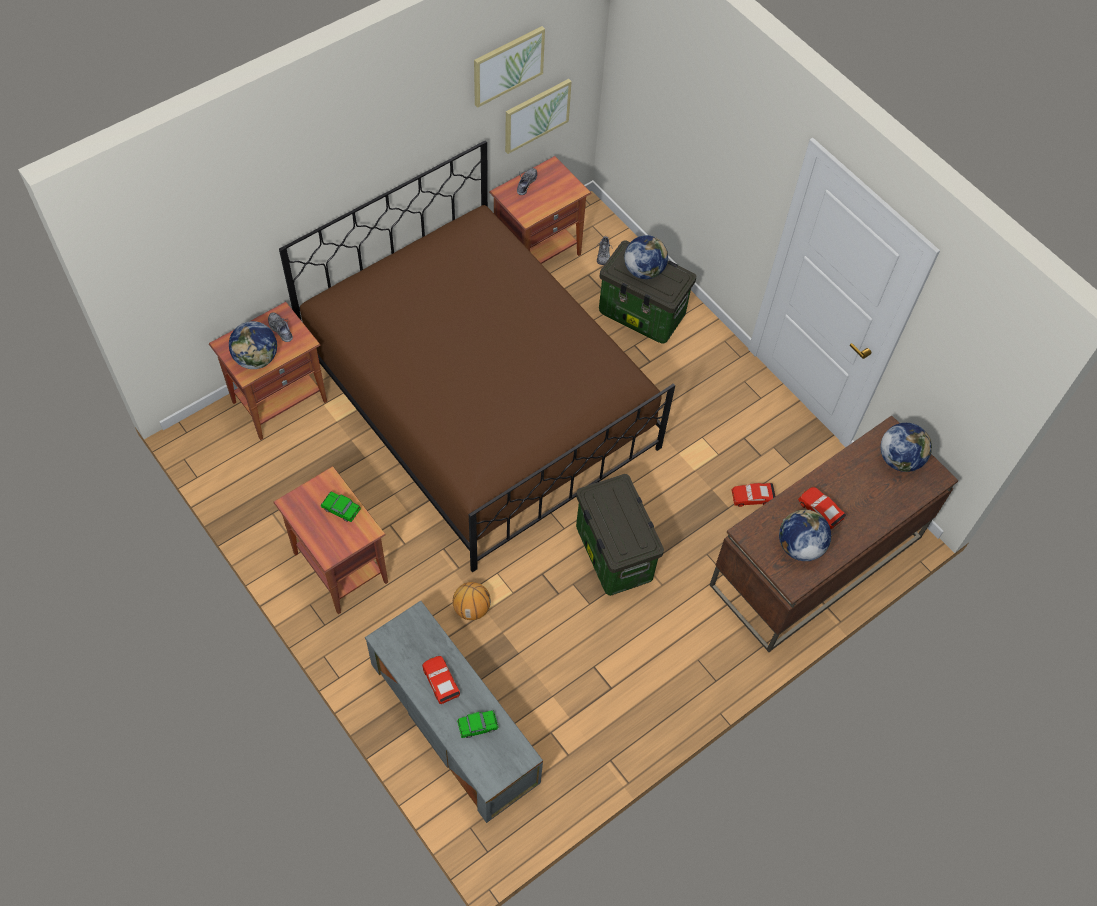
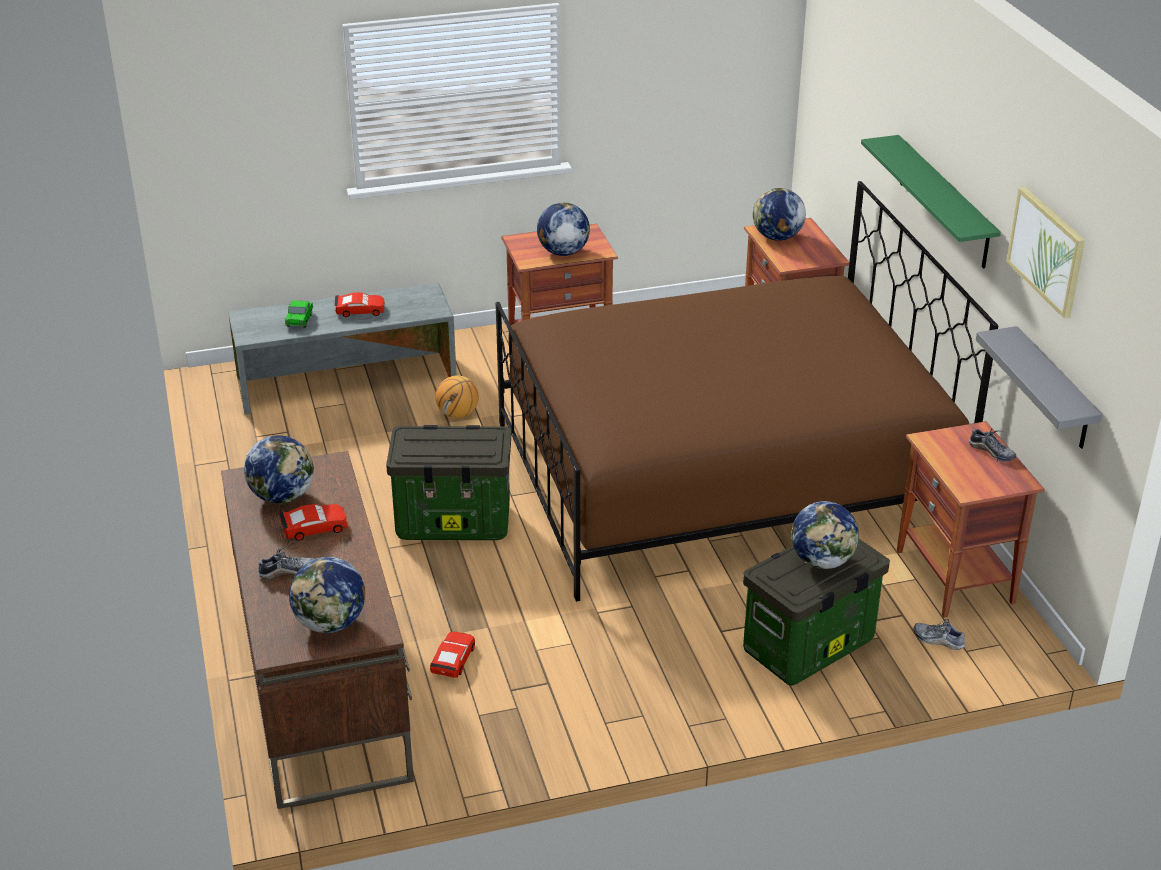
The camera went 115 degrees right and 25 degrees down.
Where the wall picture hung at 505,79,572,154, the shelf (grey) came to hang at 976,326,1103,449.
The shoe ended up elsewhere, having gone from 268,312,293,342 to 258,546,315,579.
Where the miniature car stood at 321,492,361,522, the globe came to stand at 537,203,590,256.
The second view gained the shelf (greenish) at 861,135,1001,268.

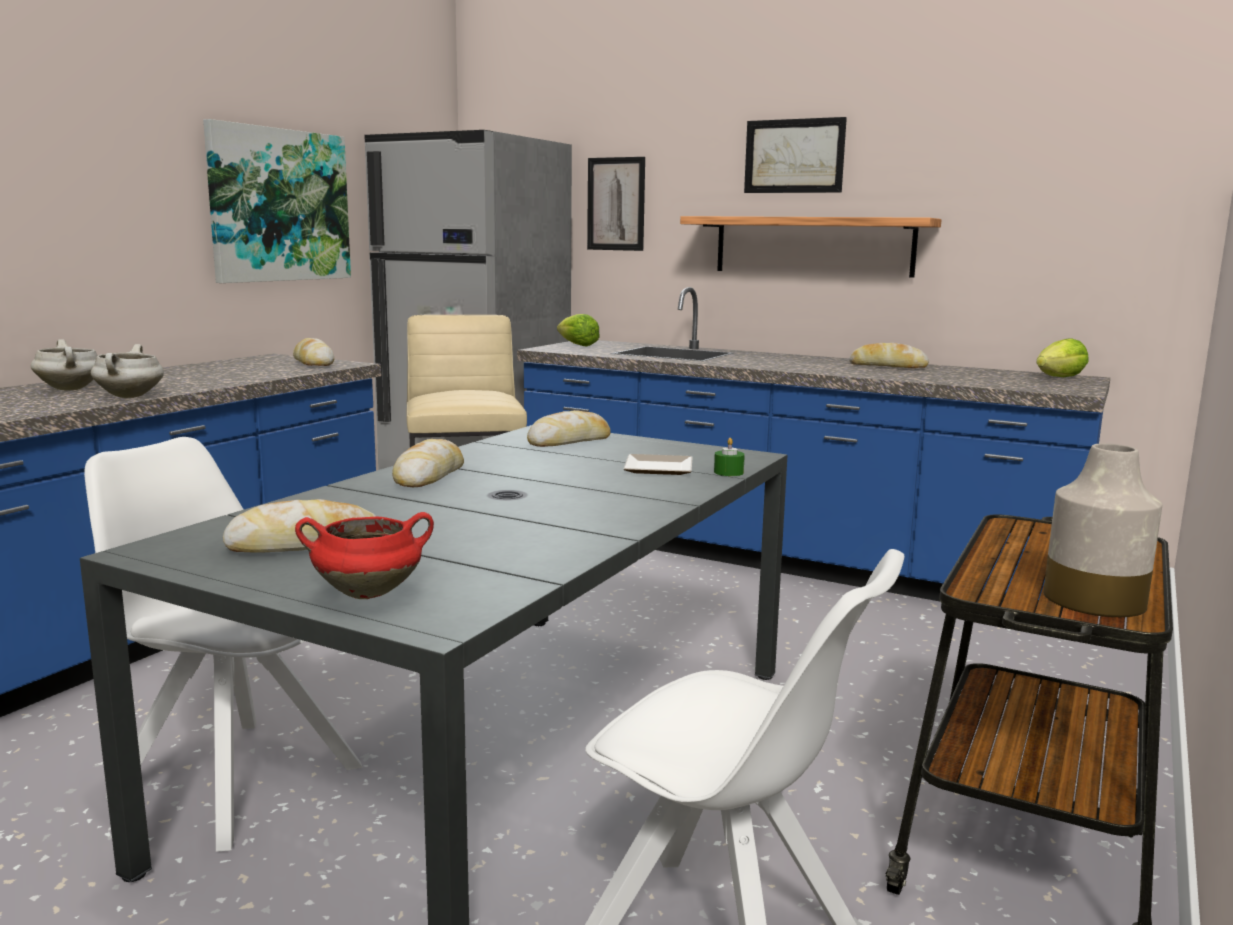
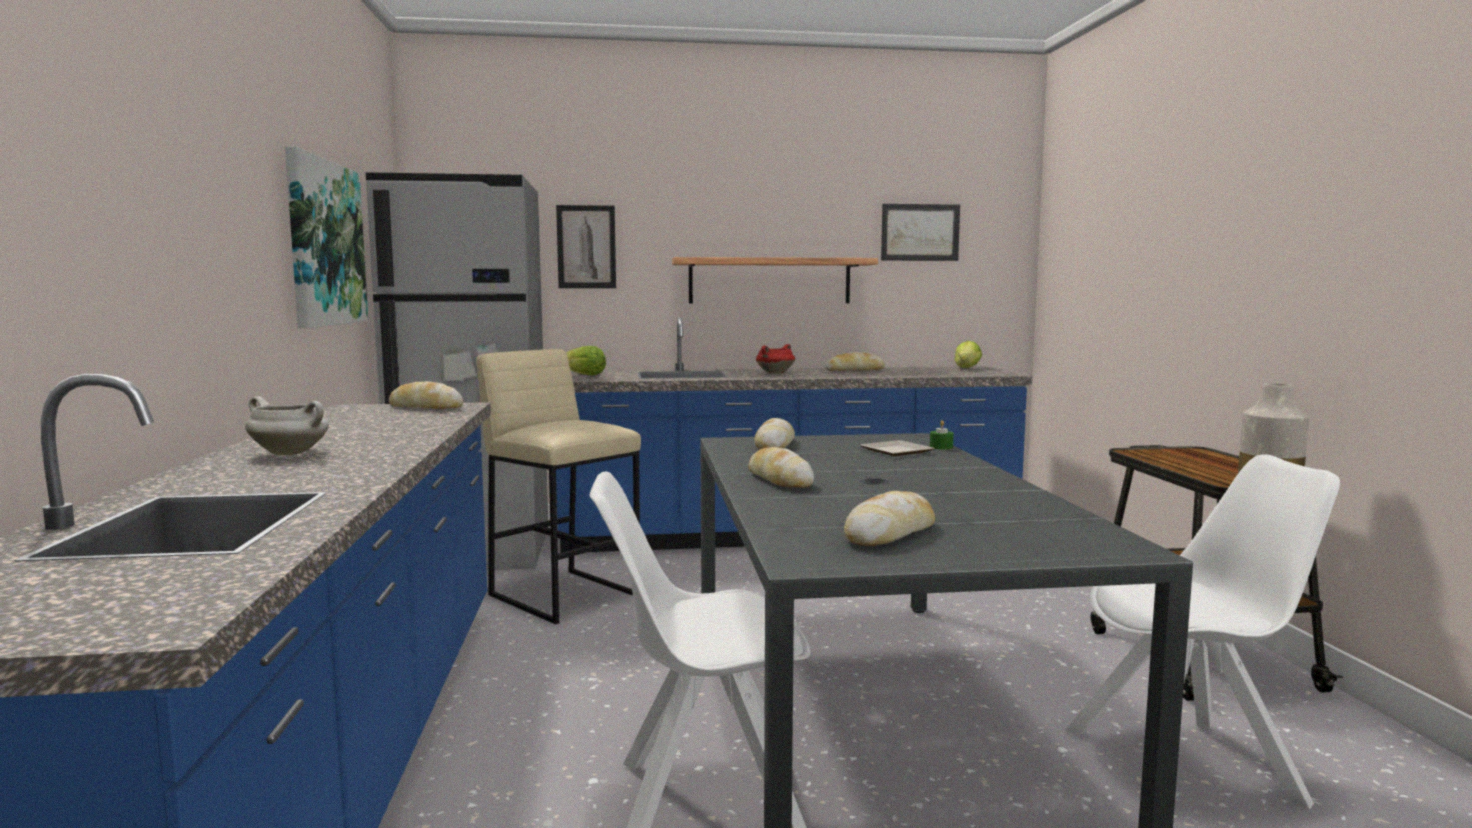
The camera went 35 degrees left and 5 degrees down.
The wall picture ended up elsewhere, having gone from 744,117,847,193 to 881,204,960,261.
The second view lost the saucepot (whitish) at 91,344,164,398.
The saucepot (red) ended up elsewhere, having gone from 295,512,434,599 to 756,344,795,374.

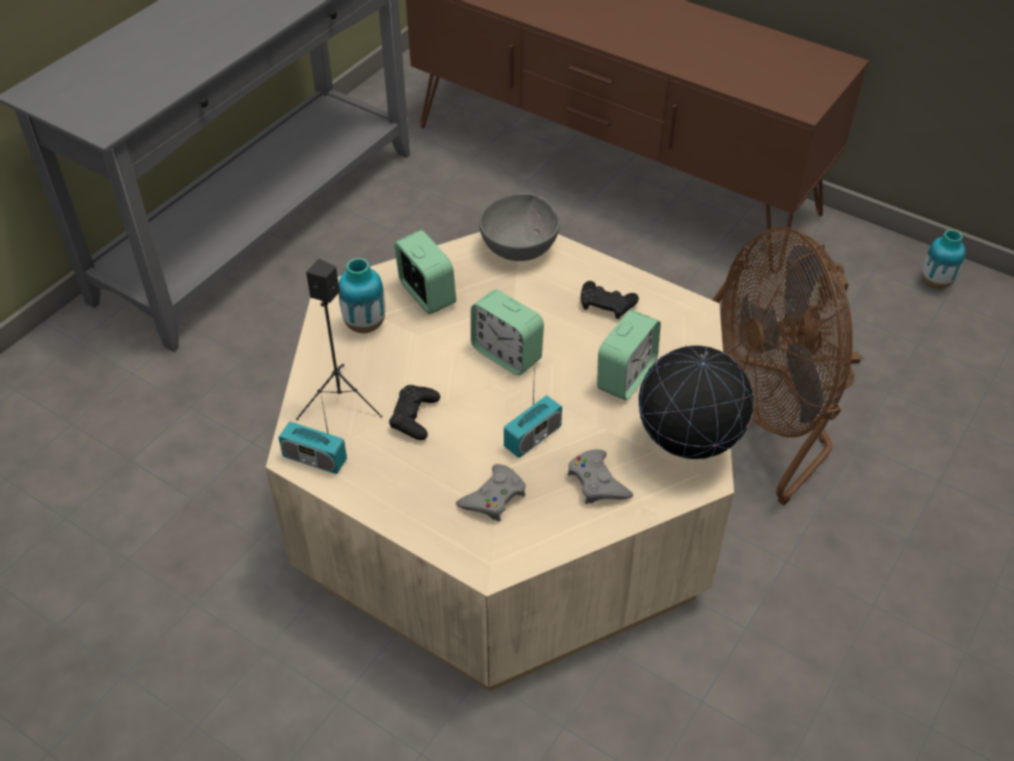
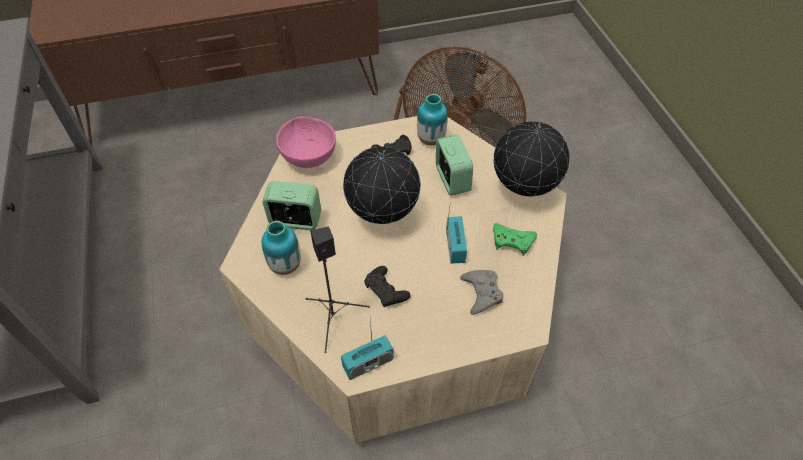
The camera went 50 degrees left and 5 degrees up.
What was the serving bowl (grey) at 479,193,560,261 turned into the serving bowl (pinkish) at 276,117,336,168.
The decorative vase ended up elsewhere, having gone from 922,229,966,289 to 417,94,448,146.
Where the table clock stood at 471,289,544,375, the globe came to stand at 343,146,421,224.
What was the gamepad (grey) at 567,449,633,504 turned into the gamepad (greenish) at 493,223,537,256.

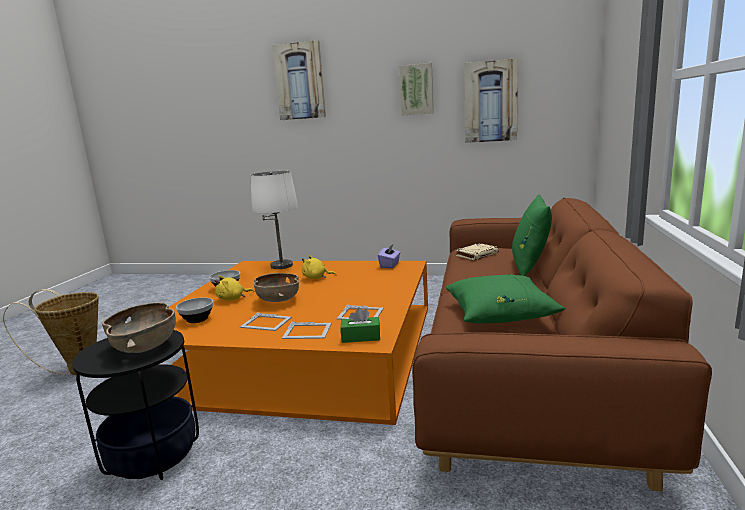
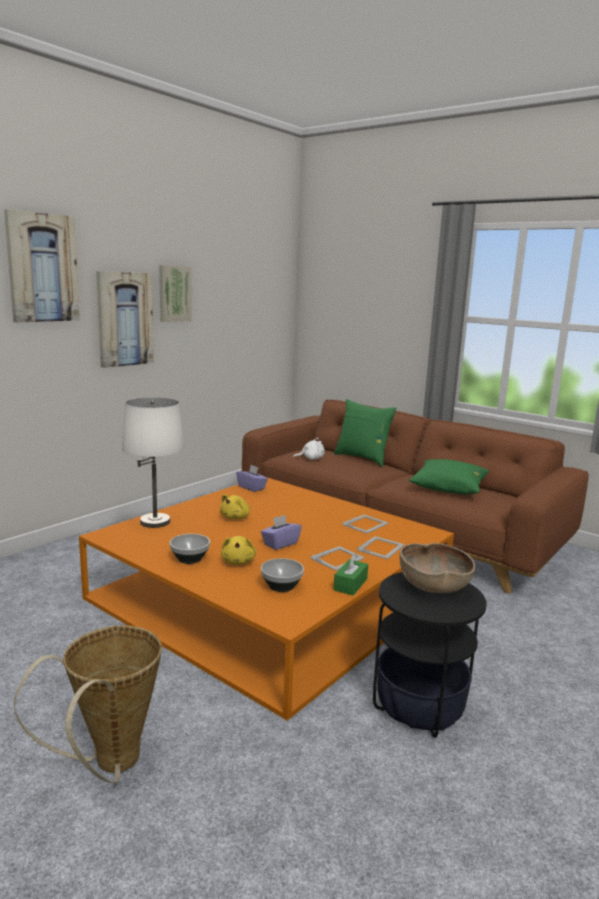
The camera went 65 degrees left and 0 degrees up.
The wall picture ended up elsewhere, having gone from 464,58,518,143 to 96,271,154,368.
Where the bound book (beige) stood at 456,243,499,260, the soft toy (whitish) came to stand at 293,438,325,460.
Where the serving bowl (brown) stood at 254,273,299,302, the box of tissues (purple) came to stand at 261,515,302,550.
The box of tissues (greenish) ended up elsewhere, having gone from 340,307,380,343 to 333,554,368,595.

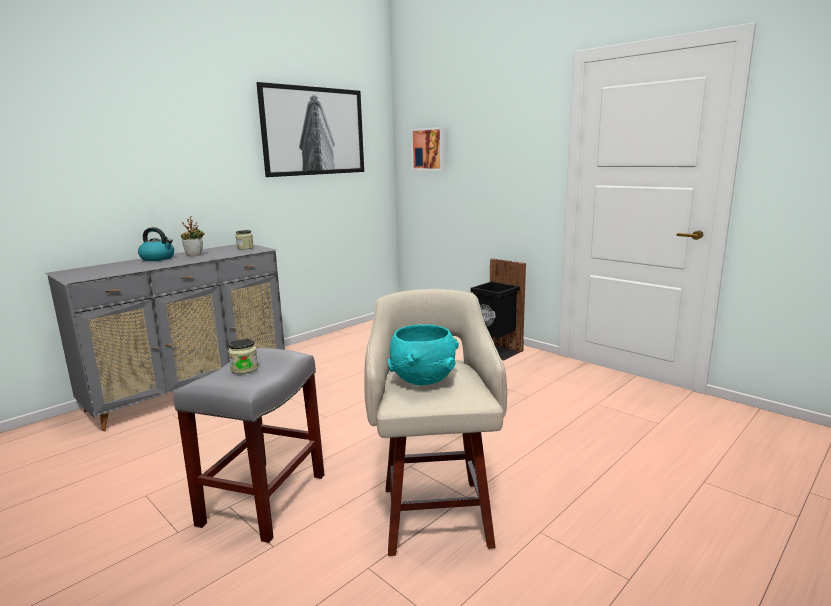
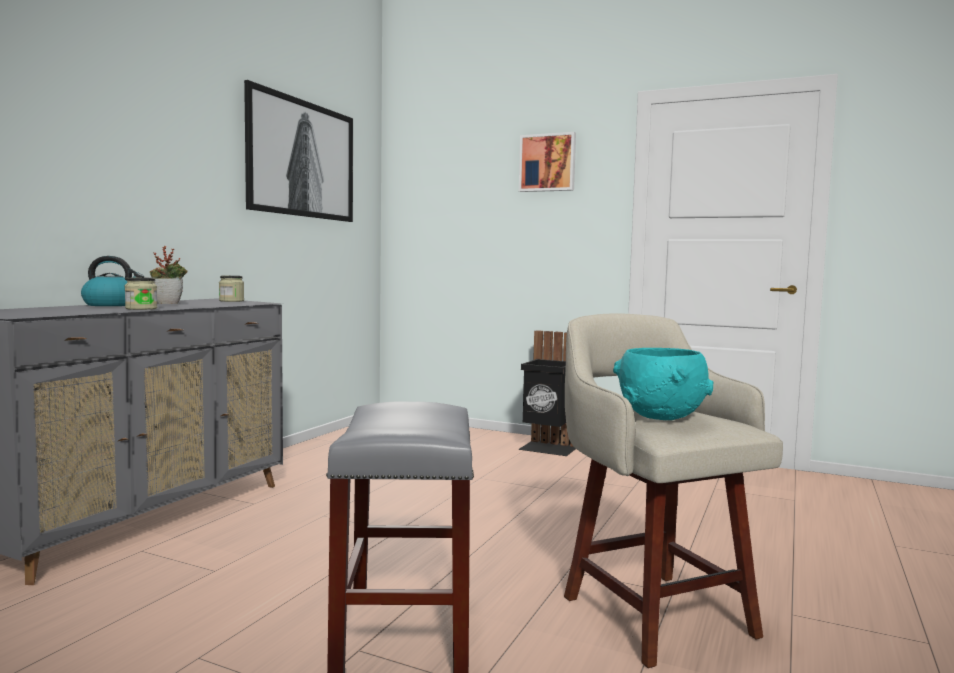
The camera went 20 degrees left and 10 degrees down.
The wall picture ended up elsewhere, having gone from 411,127,445,171 to 519,132,576,192.
The storage jar ended up elsewhere, having gone from 228,339,258,374 to 125,277,157,310.

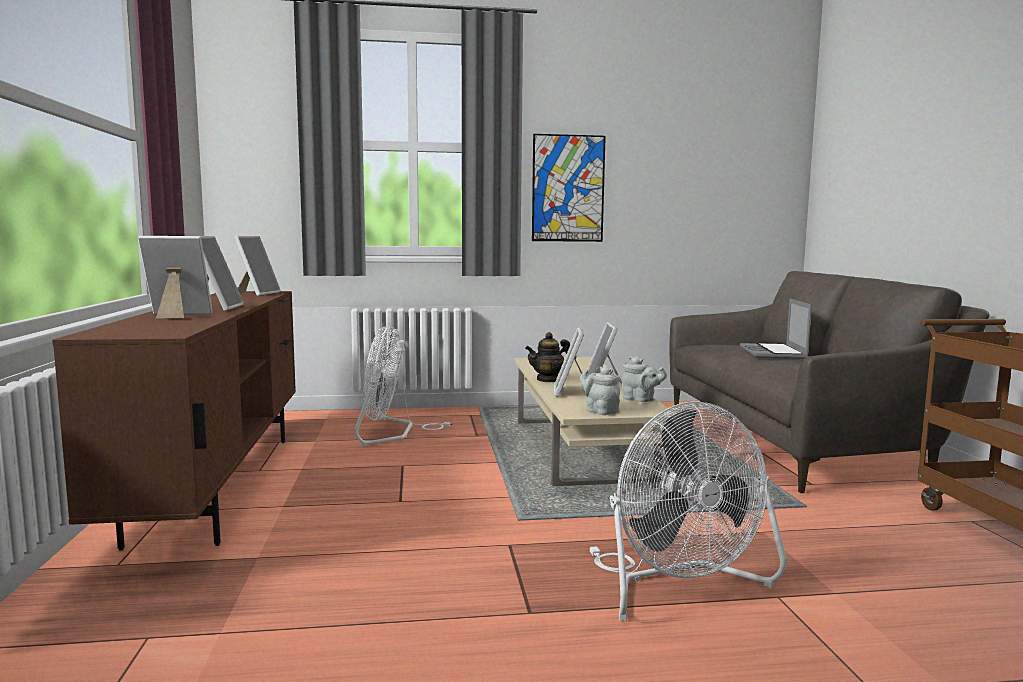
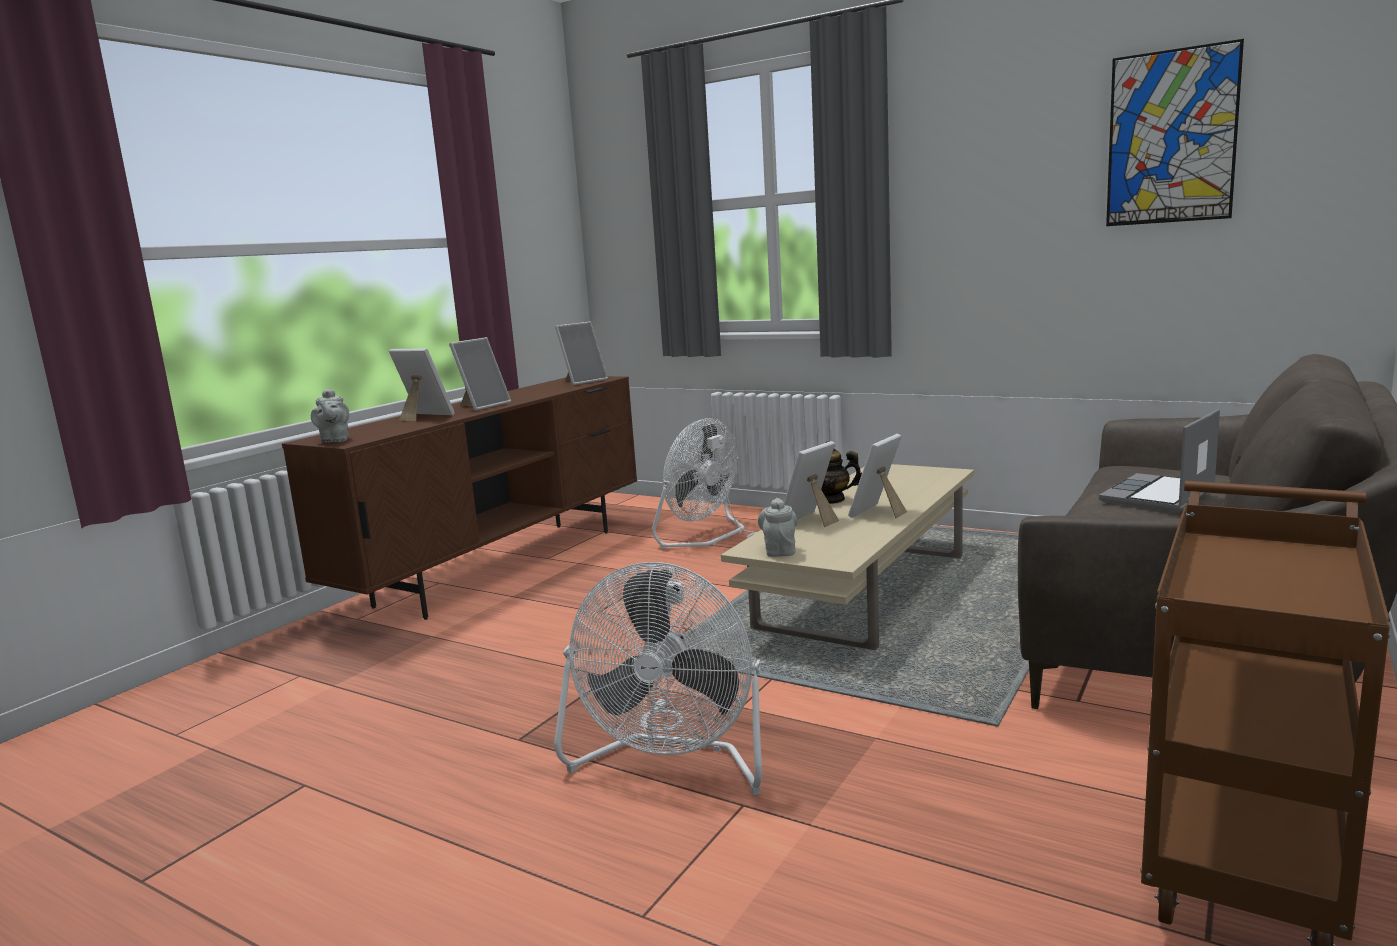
The camera went 40 degrees right and 5 degrees up.
The wall picture ended up elsewhere, having gone from 532,134,606,242 to 1106,39,1244,226.
The tea pot (grey) ended up elsewhere, having gone from 622,356,667,402 to 311,388,349,442.

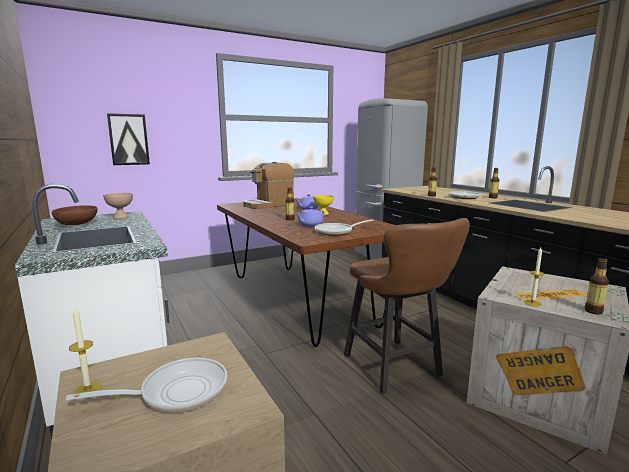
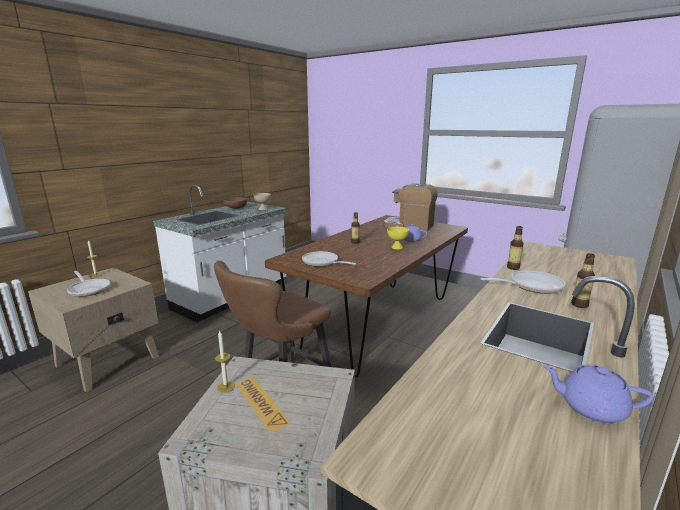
The camera went 65 degrees right and 5 degrees up.
The second view lost the wall picture at 107,113,150,165.
The tea pot (purple) ended up elsewhere, having gone from 295,207,324,227 to 543,365,654,423.
The second view lost the drink bottle at 584,258,609,315.

